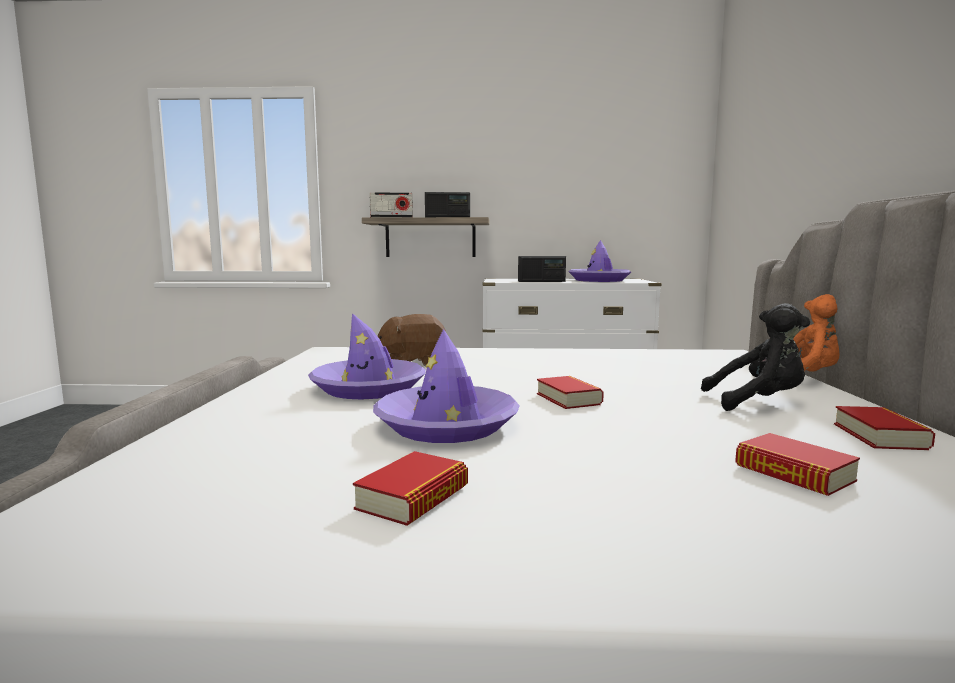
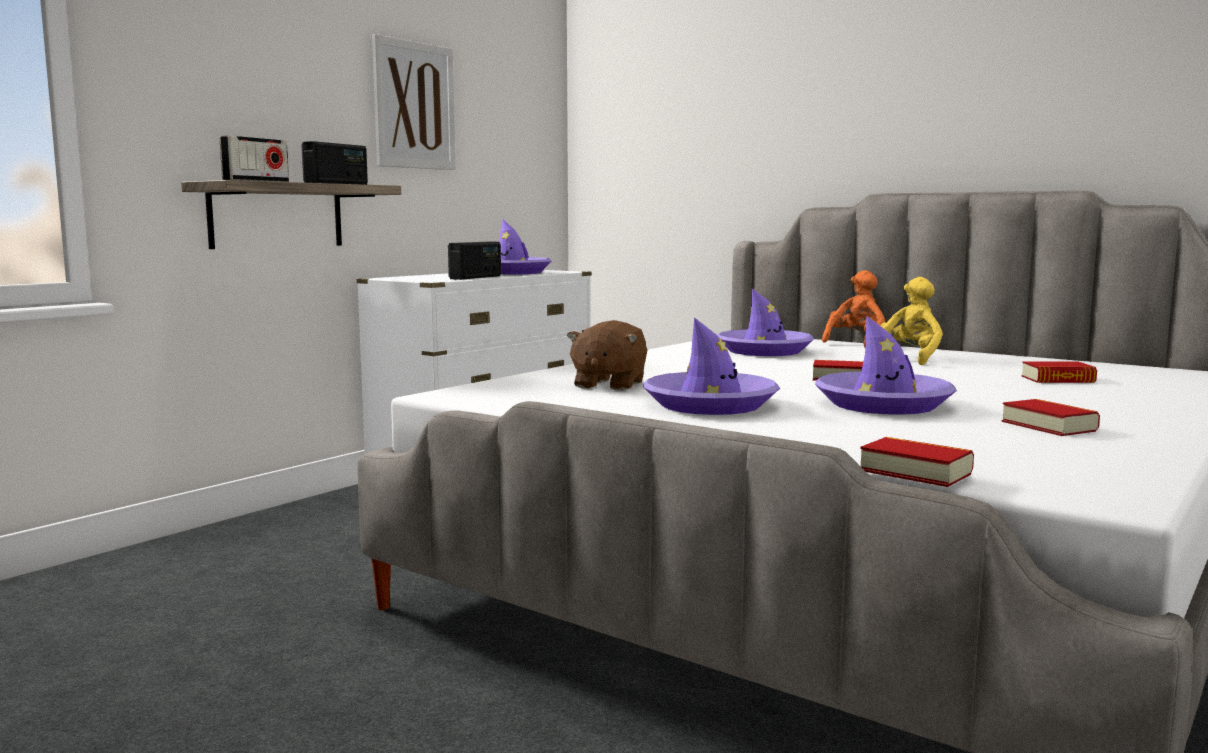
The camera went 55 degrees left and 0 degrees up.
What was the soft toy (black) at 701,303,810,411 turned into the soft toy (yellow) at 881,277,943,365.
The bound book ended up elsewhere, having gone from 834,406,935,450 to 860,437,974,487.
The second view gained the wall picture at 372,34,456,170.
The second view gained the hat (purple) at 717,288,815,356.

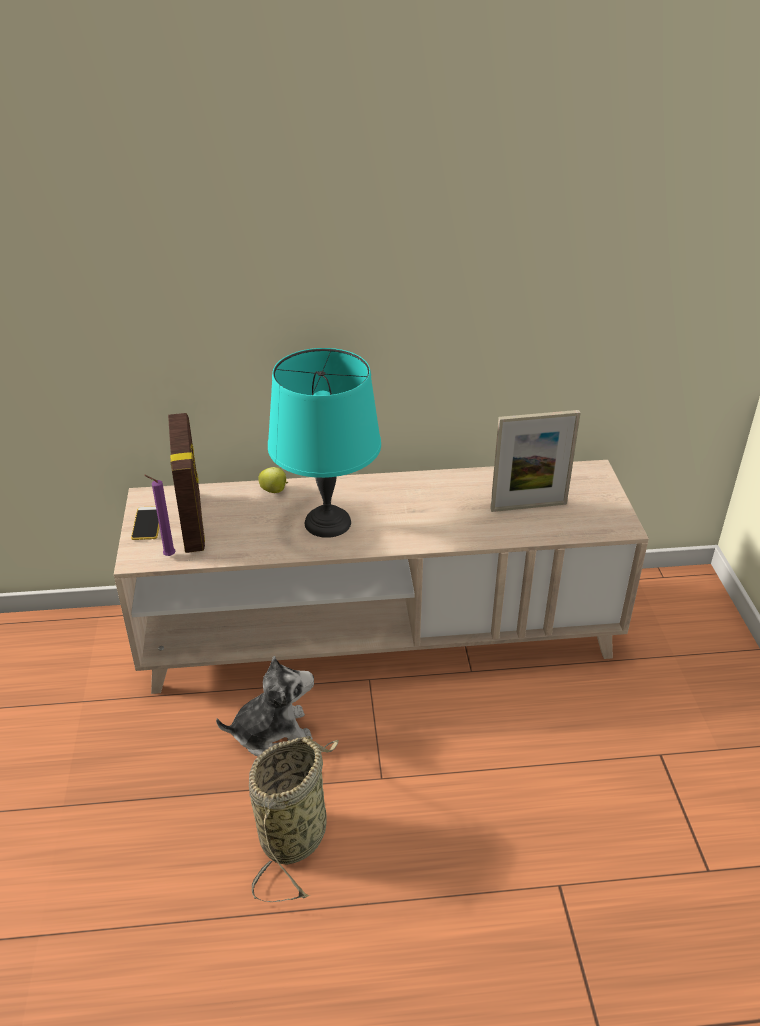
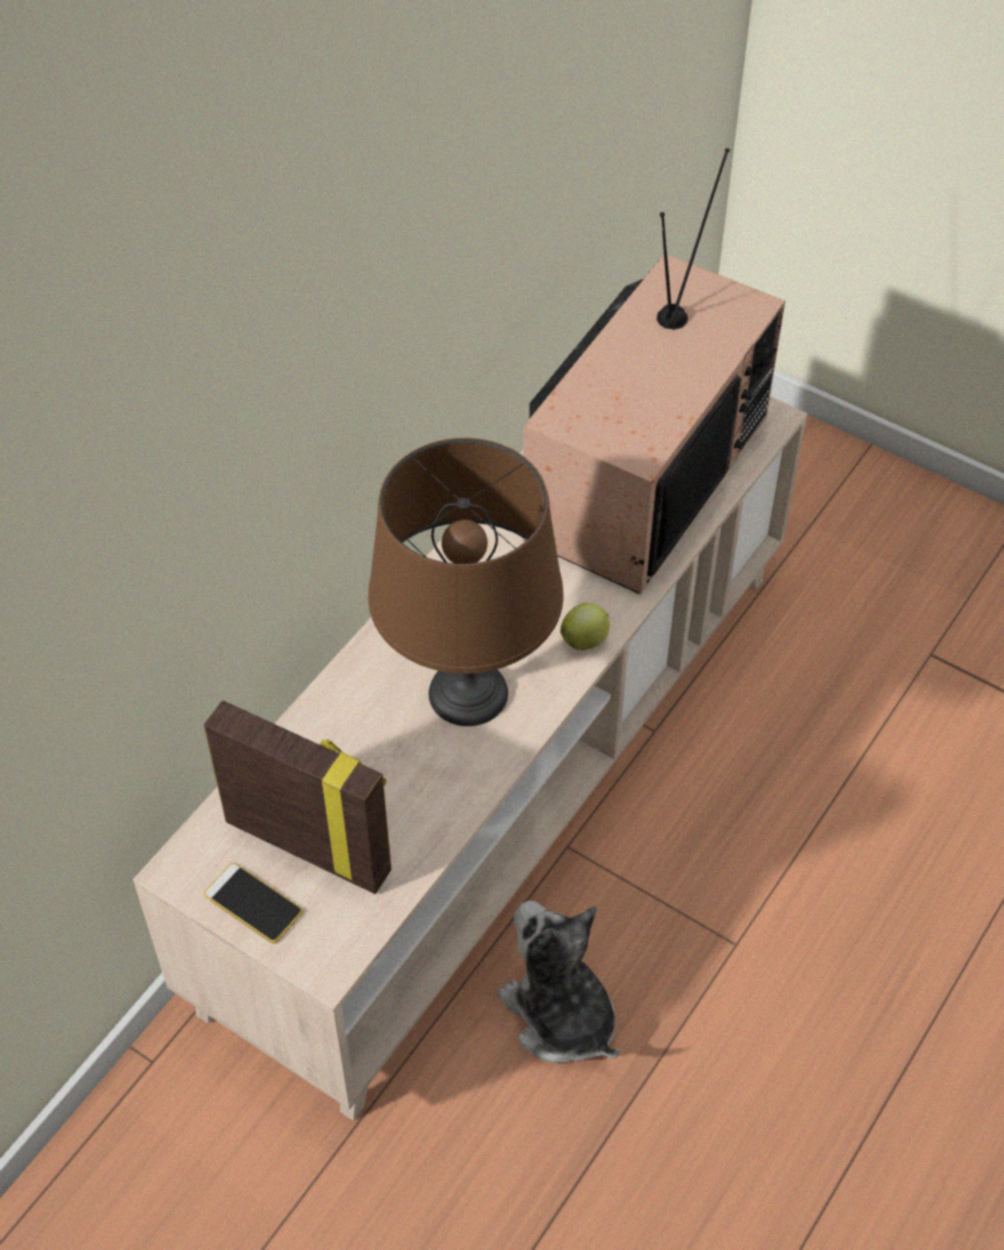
The camera went 50 degrees left and 15 degrees up.
What was the lamp for a table (turquoise) at 268,348,381,538 turned into the lamp for a table (brown) at 368,438,563,726.
Where the photo frame stood at 490,410,581,512, the TV came to stand at 522,148,785,594.
The whole apple ended up elsewhere, having gone from 259,467,288,493 to 560,603,609,650.
The second view lost the candle (purple) at 144,475,176,556.
The soft toy at 216,656,314,756 ended up facing another way, 60 degrees counterclockwise from before.
The second view lost the basket at 249,736,339,902.

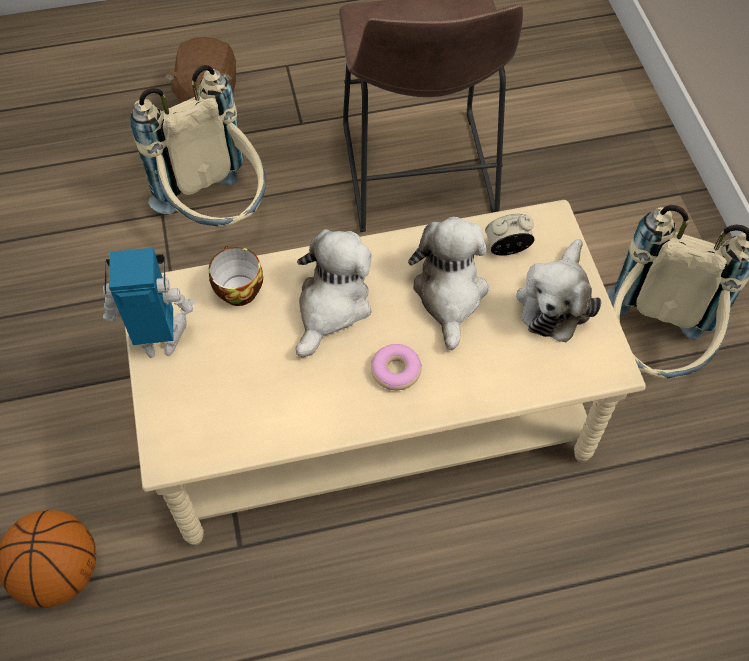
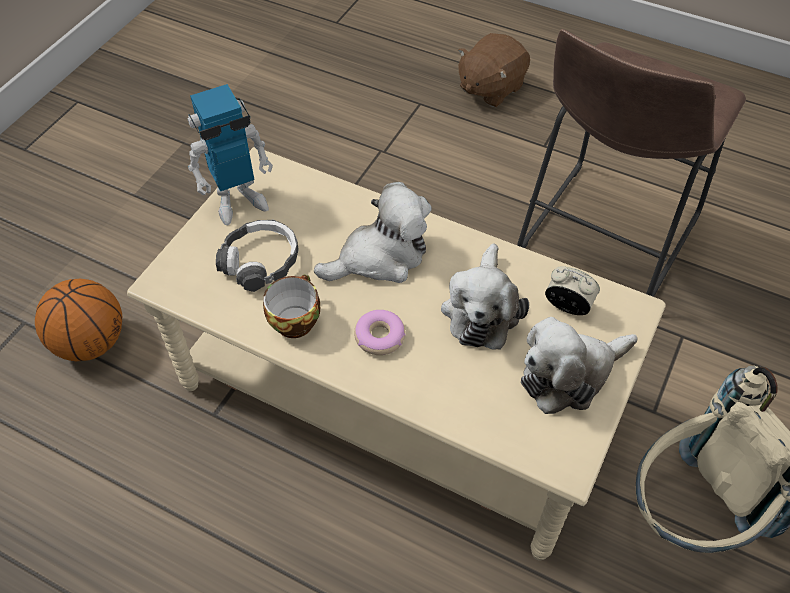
The camera went 40 degrees right and 5 degrees down.
The second view lost the rucksack (beige) at 130,65,266,226.
The soft toy at 408,216,489,350 ended up facing another way, 150 degrees clockwise from before.
The drinking cup ended up elsewhere, having gone from 209,245,263,306 to 263,274,320,338.
The model robot at 103,248,195,358 ended up facing another way, 120 degrees clockwise from before.
The second view gained the pair of headphones at 216,220,299,292.

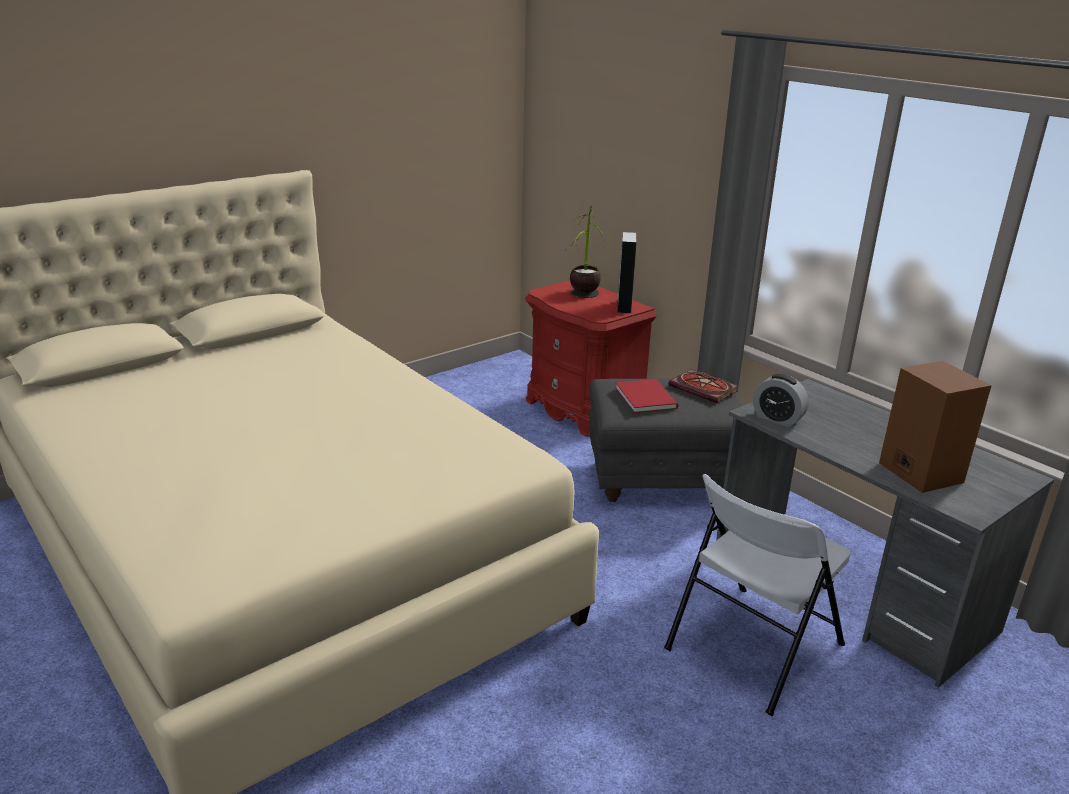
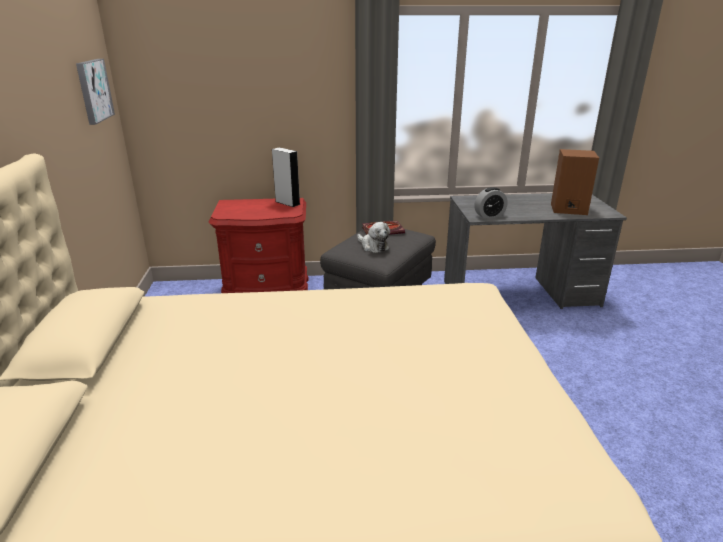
The camera went 55 degrees left and 0 degrees up.
The second view lost the houseplant at 566,205,605,298.
Where the bound book (red) stood at 615,379,678,413, the soft toy came to stand at 357,222,390,253.
The second view lost the upright chair (whitish) at 664,474,850,717.
The second view gained the wall picture at 76,59,115,125.

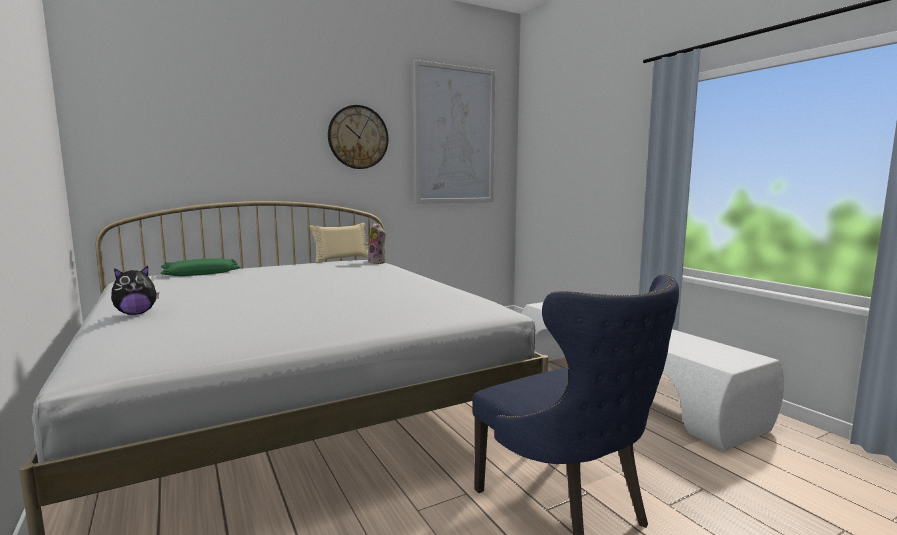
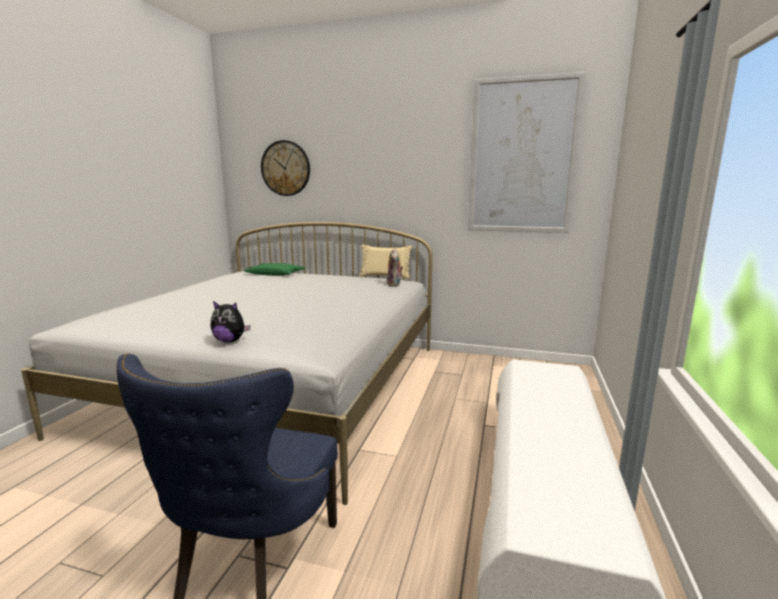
The camera went 45 degrees right and 5 degrees up.
The wall clock ended up elsewhere, having gone from 328,105,389,169 to 261,140,310,196.
The soft toy ended up elsewhere, having gone from 111,266,159,315 to 210,301,250,343.

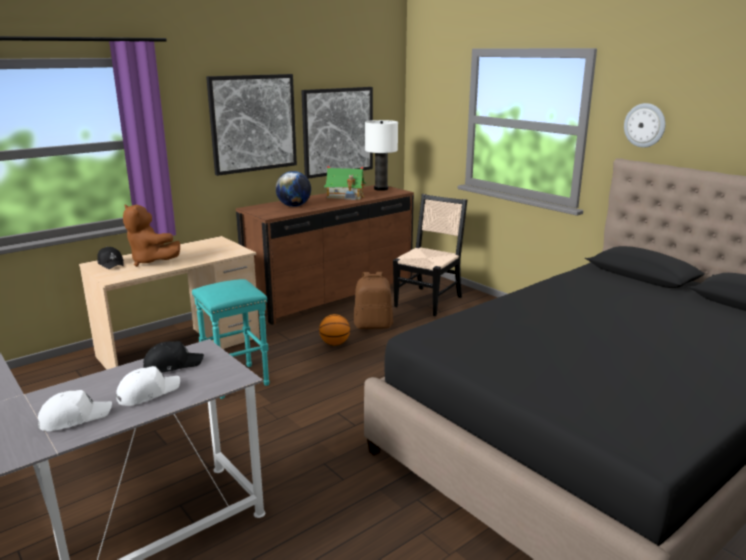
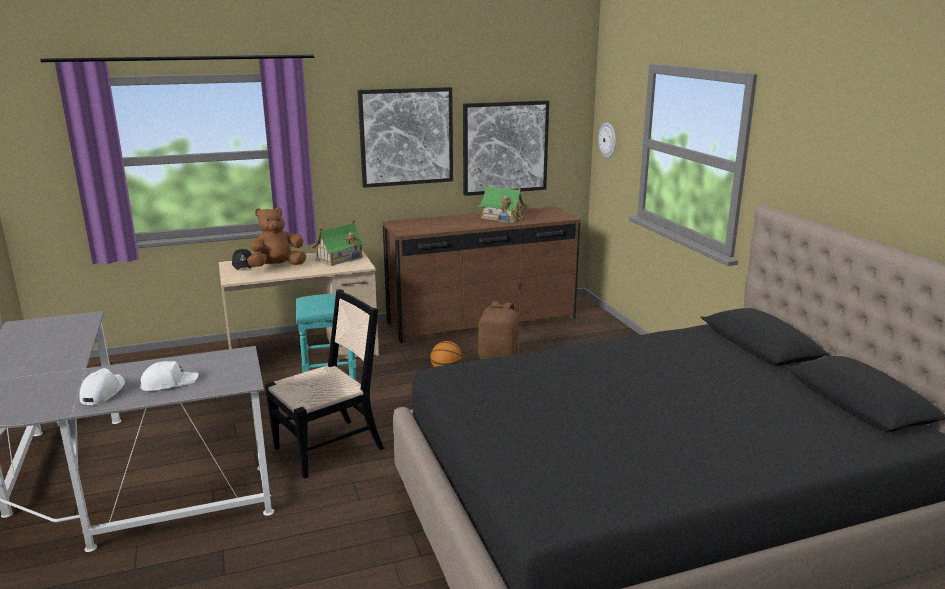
The camera went 20 degrees right and 0 degrees up.
The wall clock ended up elsewhere, having gone from 624,103,665,148 to 598,122,616,158.
The second view lost the lamp for a table (whitish) at 365,120,398,191.
The second view lost the globe at 275,171,311,207.
The upright chair ended up elsewhere, having gone from 393,194,467,316 to 265,289,384,479.
The soft toy (brown) at 123,204,180,267 ended up facing another way, 90 degrees clockwise from before.
The second view lost the peaked cap (black) at 143,341,204,372.
The peaked cap (whitish) at 38,390,112,431 ended up facing another way, 75 degrees counterclockwise from before.
The second view gained the miniature house at 312,221,366,266.

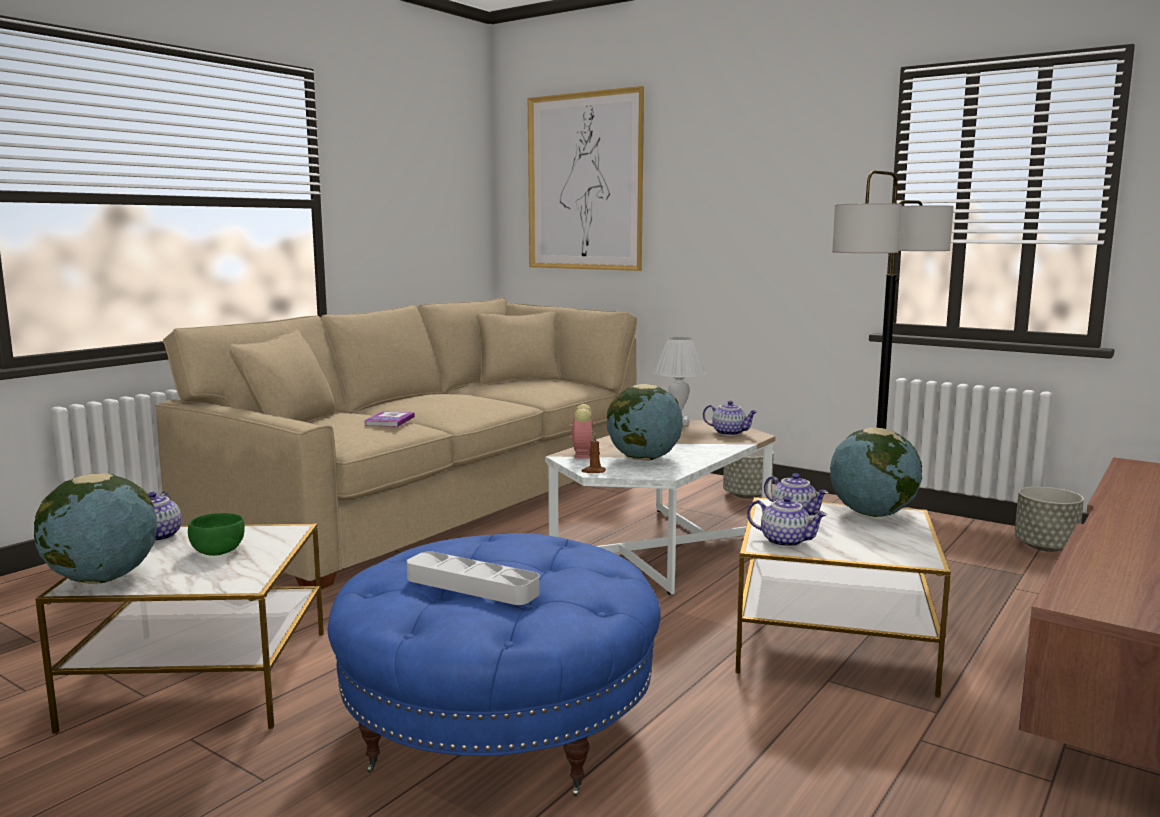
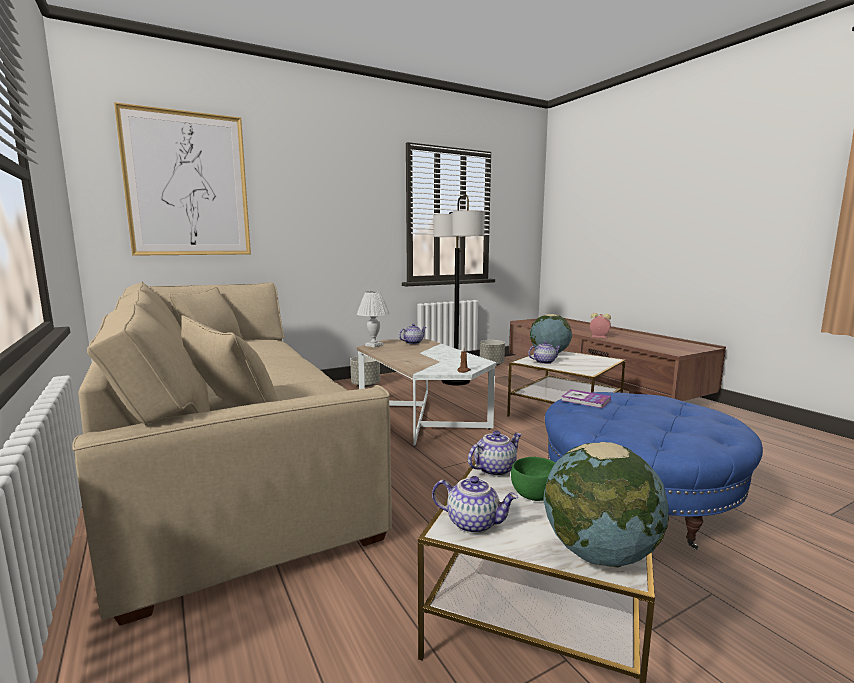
The camera went 65 degrees left and 0 degrees up.
The second view lost the globe at 607,384,683,460.
The table clock ended up elsewhere, having gone from 569,404,593,459 to 590,313,611,338.
The bound book ended up elsewhere, having gone from 364,411,415,427 to 561,389,611,408.
The tea pot ended up elsewhere, having gone from 747,496,827,547 to 468,431,522,476.
The second view lost the carrying tray (grey) at 407,551,540,605.

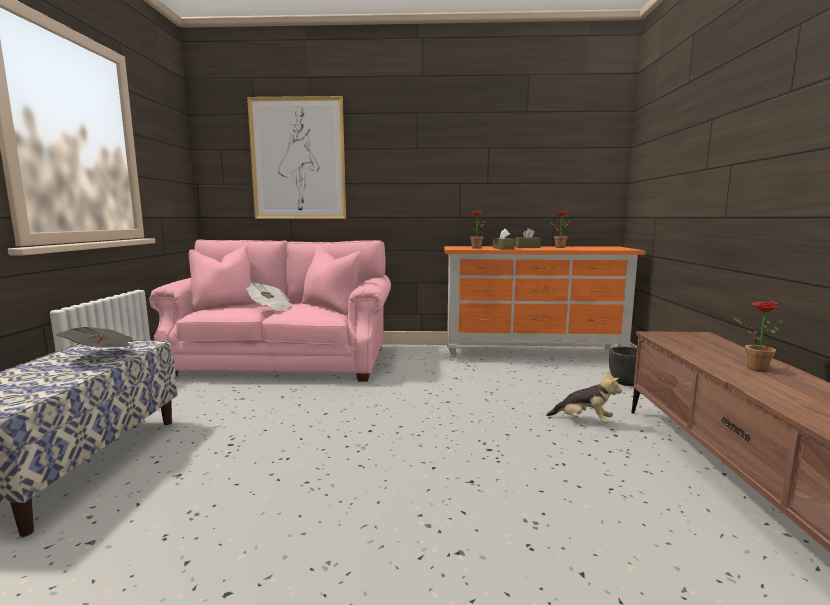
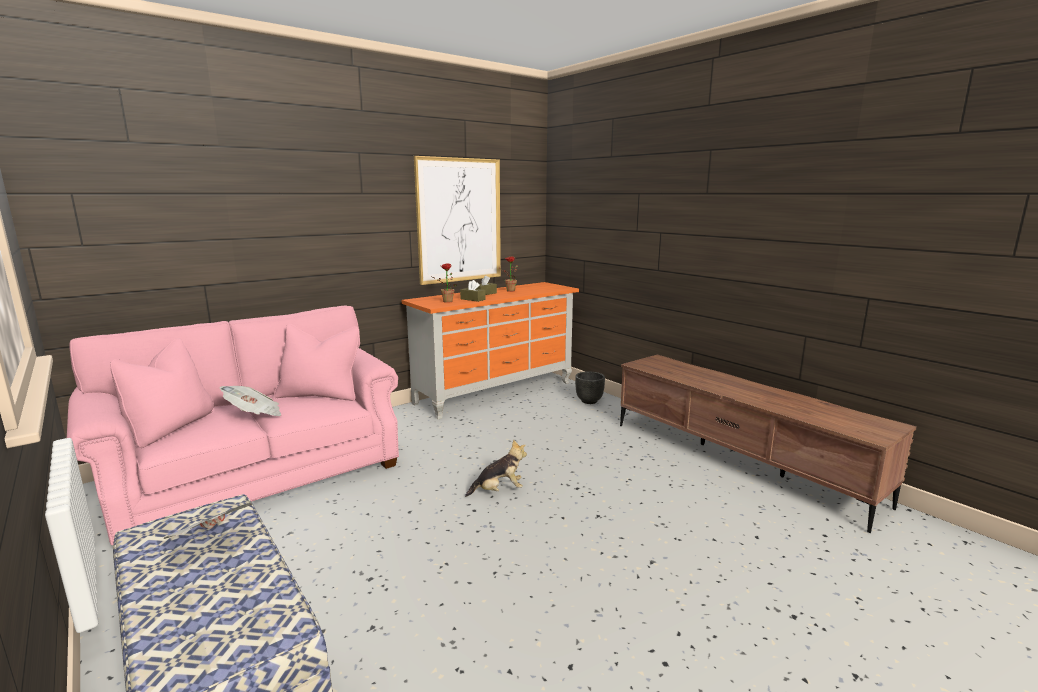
The camera went 40 degrees left and 5 degrees up.
The wall picture ended up elsewhere, having gone from 247,96,346,219 to 414,156,501,285.
The second view lost the houseplant at 734,301,783,372.
The soft toy ended up elsewhere, having gone from 546,371,622,423 to 465,439,527,497.

